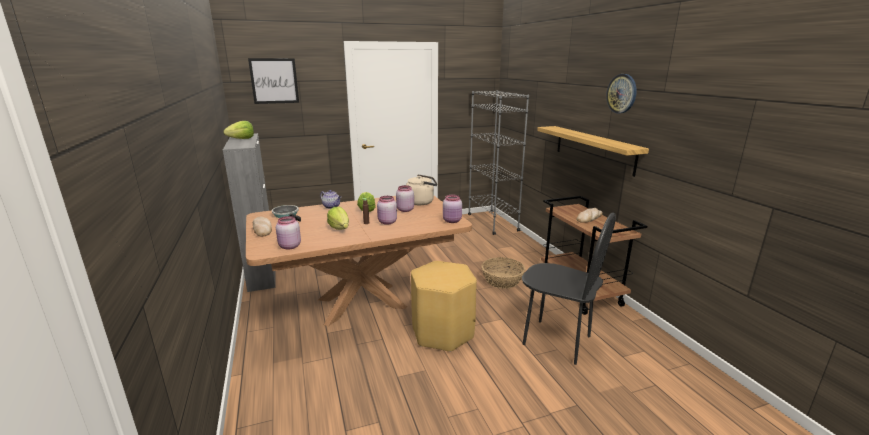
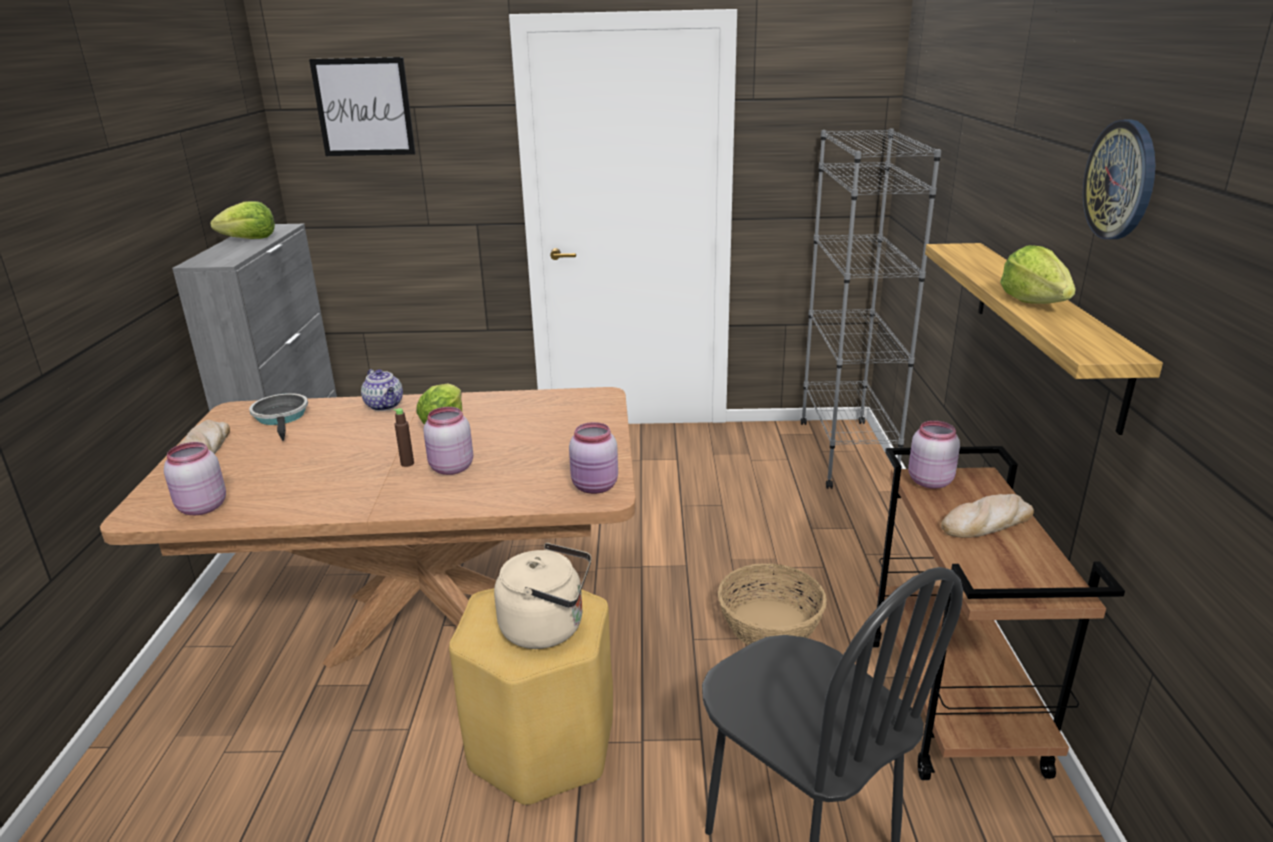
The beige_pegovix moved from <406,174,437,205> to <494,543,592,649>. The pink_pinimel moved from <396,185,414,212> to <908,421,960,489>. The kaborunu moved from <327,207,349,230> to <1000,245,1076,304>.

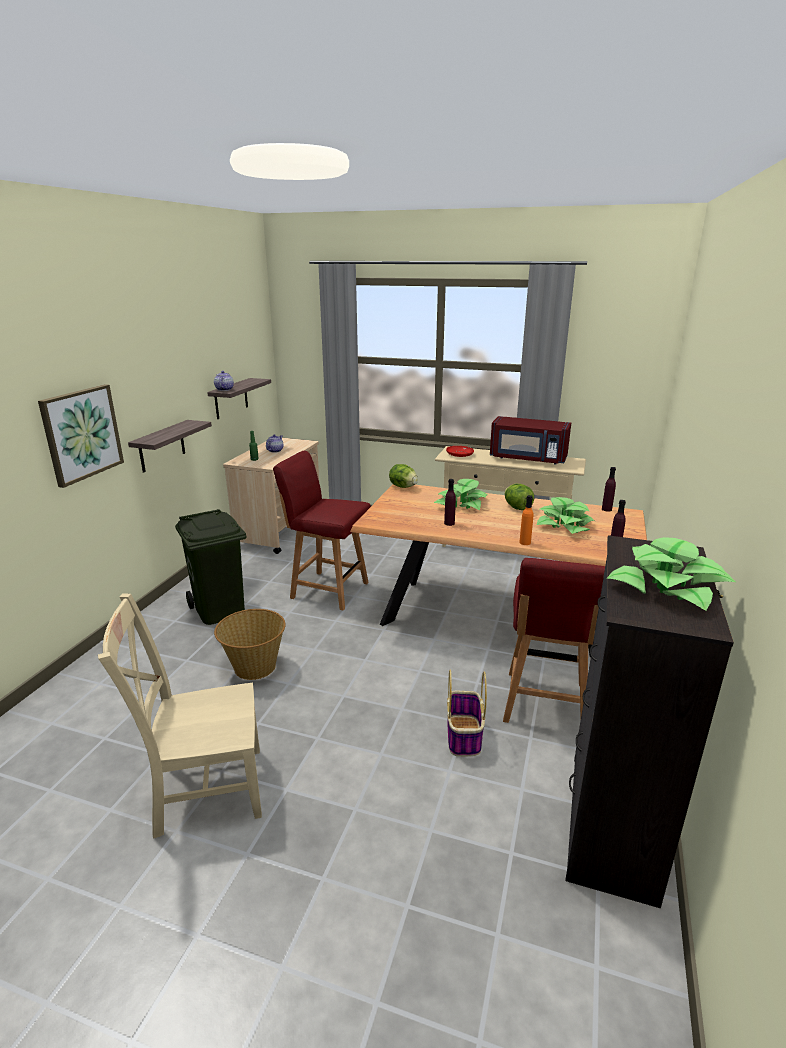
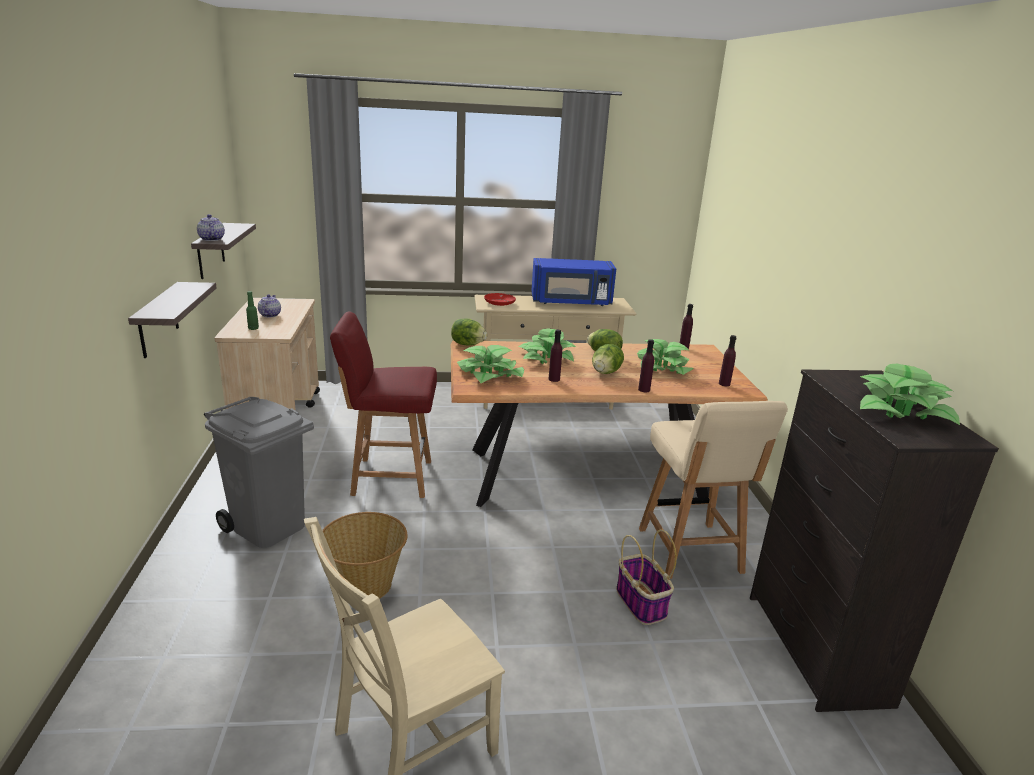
The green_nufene at <175,509,247,625> became the grey_nufene at <204,397,314,548>. The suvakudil at <457,345,524,383> appeared. The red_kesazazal at <490,416,571,465> became the blue_kesazazal at <532,258,616,306>. The kaborunu at <592,344,624,374> appeared. The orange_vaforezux at <519,495,534,545> became the purple_vaforezux at <638,339,654,392>. The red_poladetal at <503,558,605,723> became the beige_poladetal at <639,401,788,579>. The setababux at <38,384,124,488> disappeared.

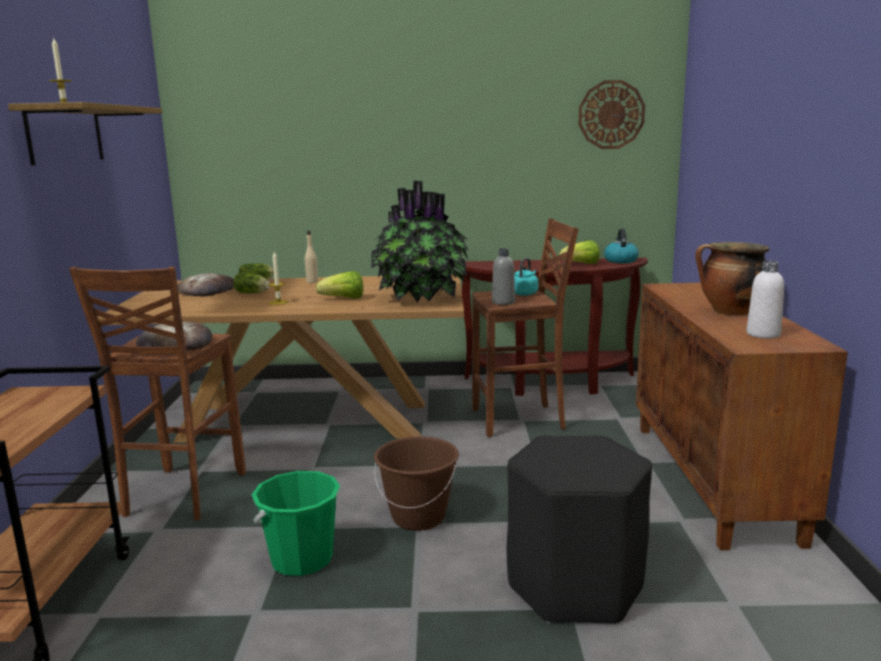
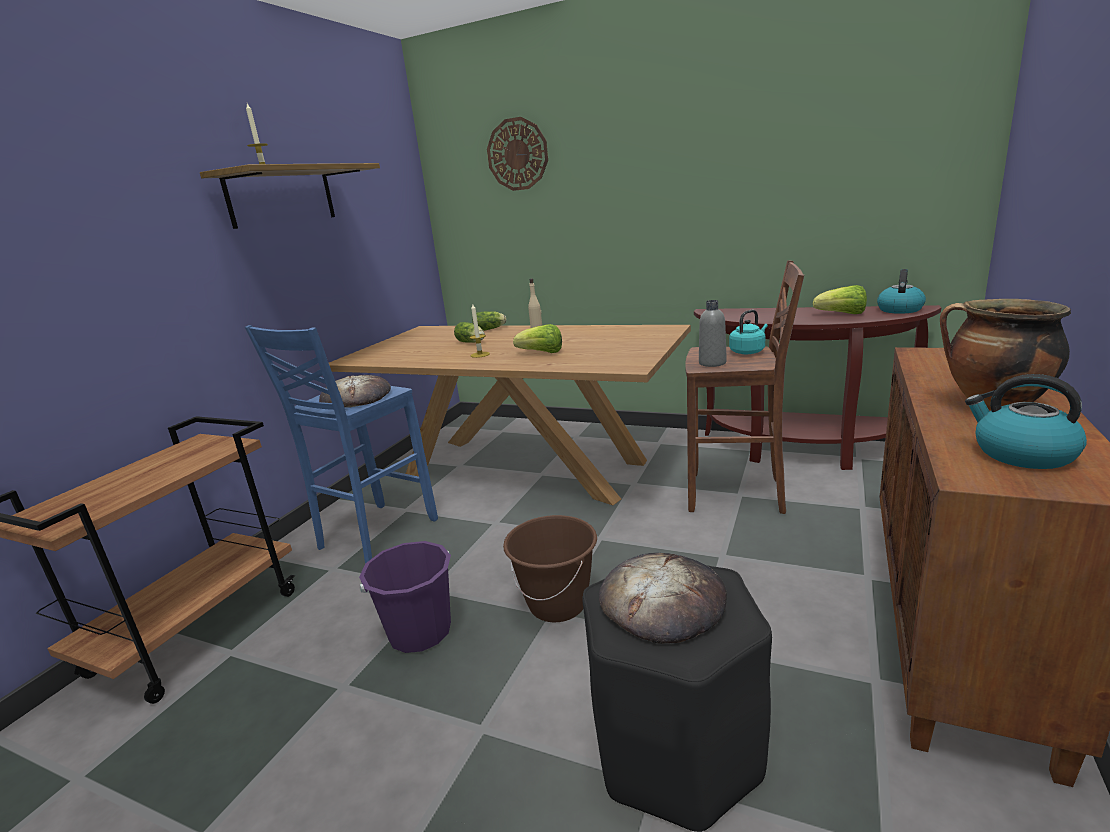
The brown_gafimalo at <69,267,246,520> became the blue_gafimalo at <245,325,438,564>. The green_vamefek at <252,471,340,576> became the purple_vamefek at <359,541,451,653>. The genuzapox moved from <578,80,645,149> to <487,117,548,191>. The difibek moved from <178,273,234,296> to <599,553,727,644>. The white_vaforezux at <746,261,784,339> was replaced by the pegovix at <965,374,1087,469>. The suvakudil at <371,181,469,302> disappeared.

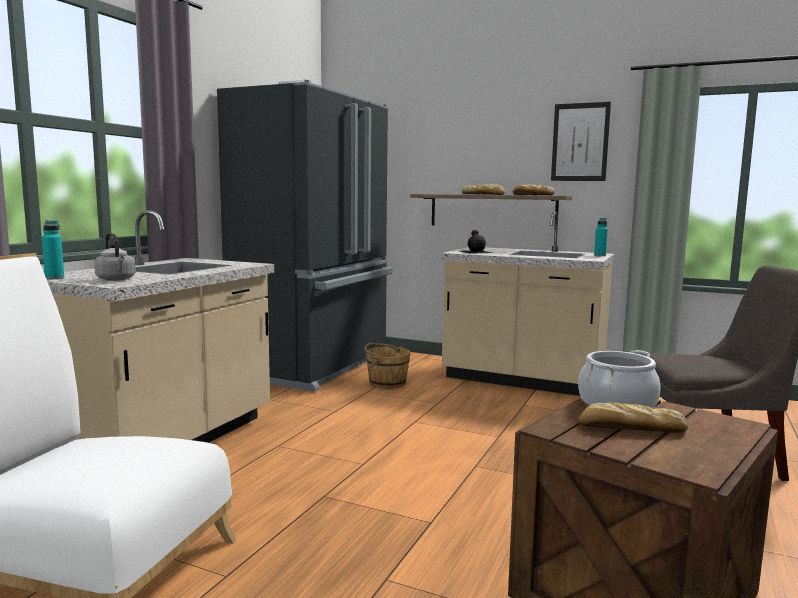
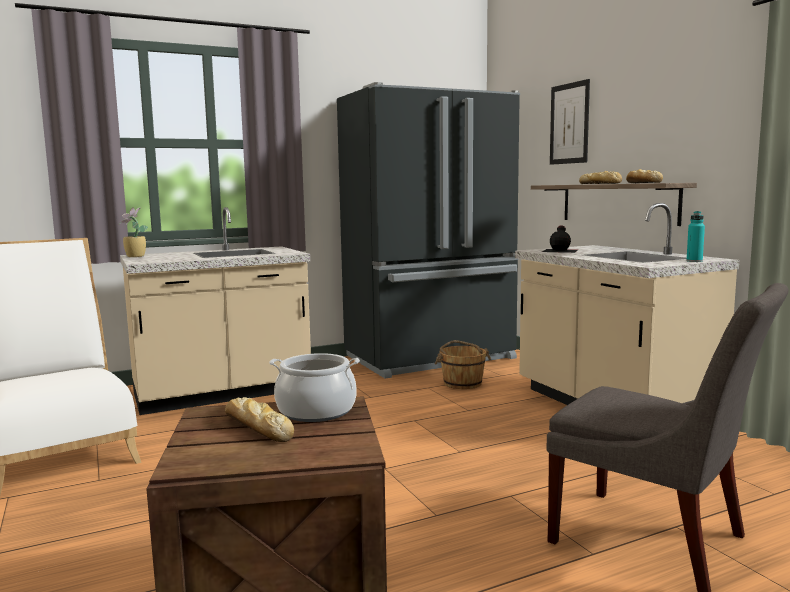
The turquoise_vaforezux at <42,220,64,279> was replaced by the suvakudil at <119,207,148,257>. The setababux moved from <551,102,611,181> to <550,79,590,165>. The grey_pegovix at <94,233,136,281> disappeared.

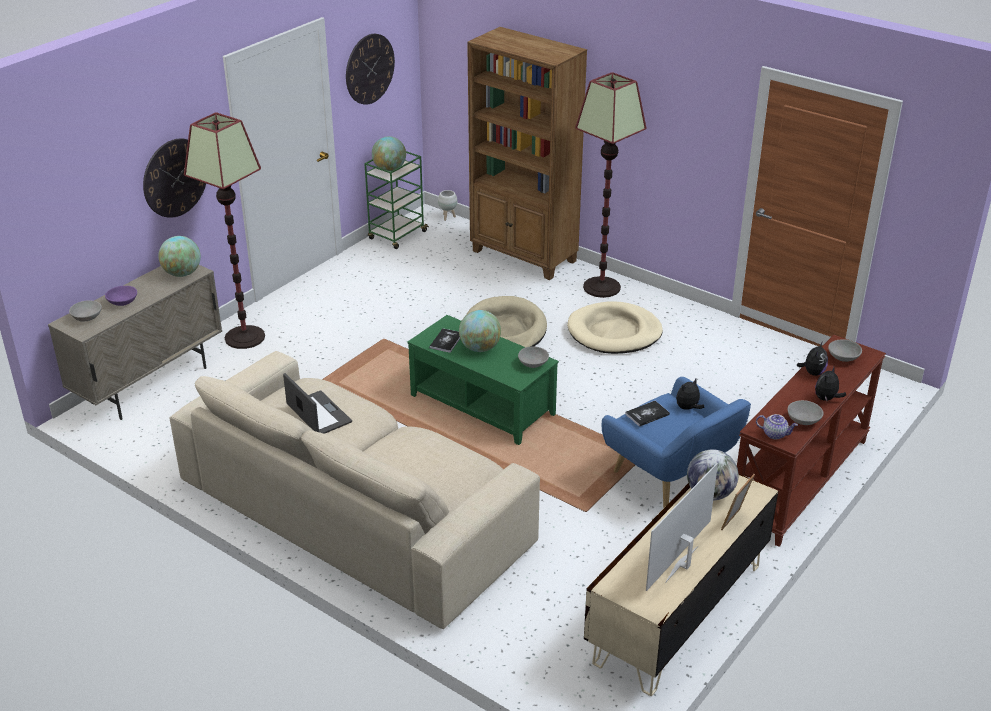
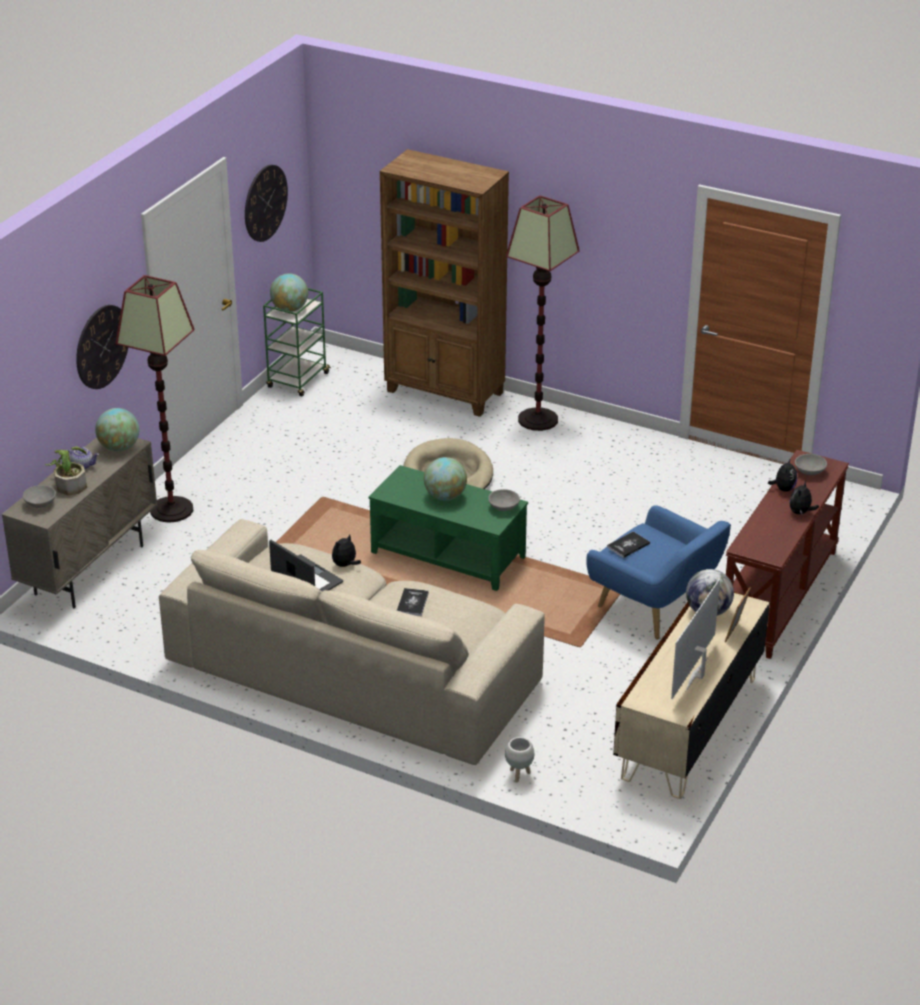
The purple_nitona at <105,286,137,306> was replaced by the suvakudil at <45,447,87,495>. The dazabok moved from <756,414,798,439> to <67,447,99,469>. The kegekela moved from <676,379,704,410> to <332,534,361,567>. The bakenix moved from <429,328,460,353> to <397,588,429,616>. The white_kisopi moved from <438,190,457,221> to <505,737,534,782>. The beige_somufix at <567,301,663,354> disappeared. The grey_nitona at <787,400,824,425> disappeared.

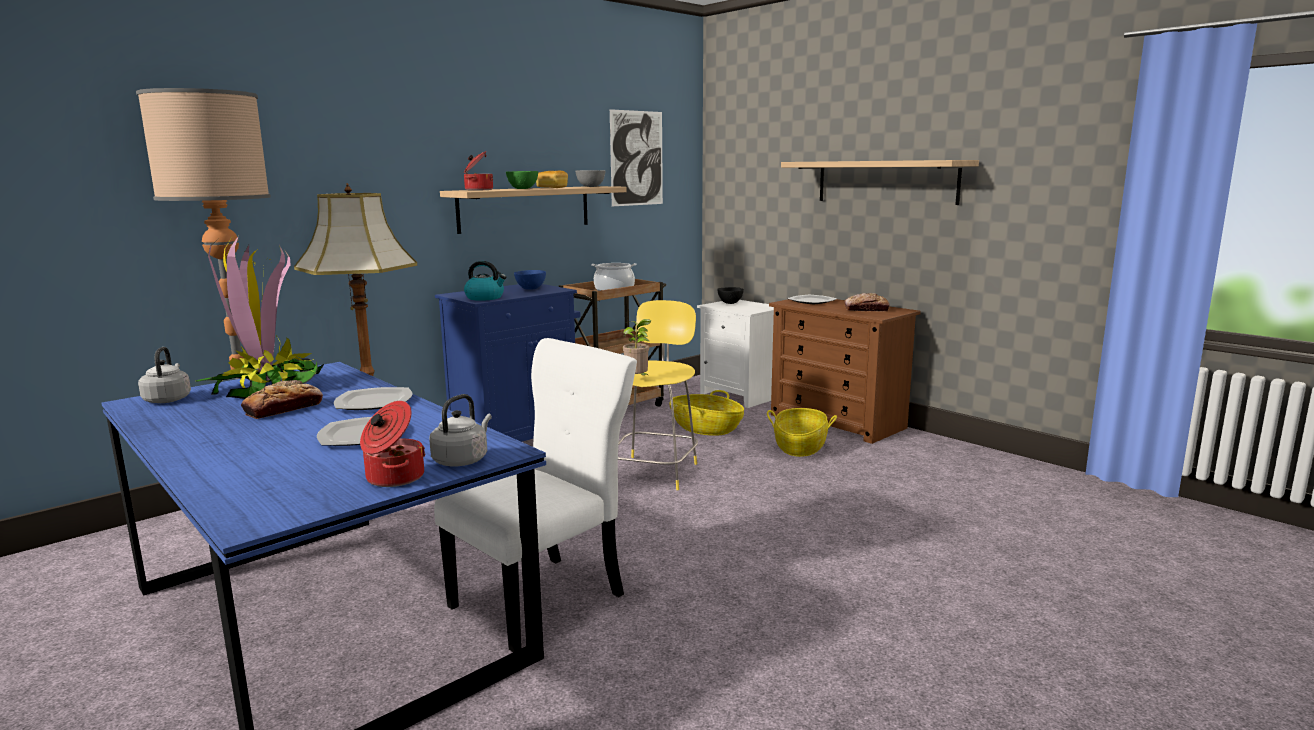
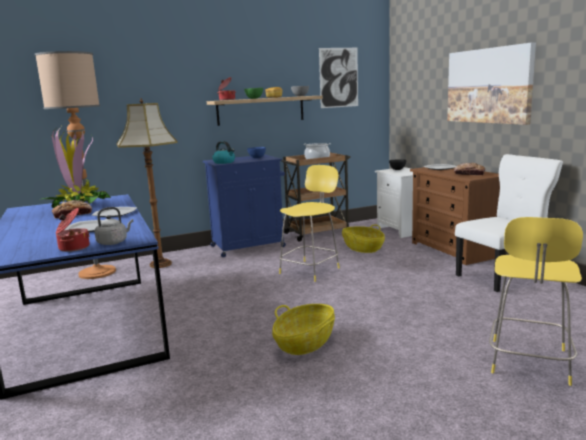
The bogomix moved from <767,408,837,457> to <272,304,335,355>. The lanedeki at <781,160,979,205> was replaced by the setababux at <447,42,536,125>. The white_poladetal moved from <434,338,637,652> to <455,154,563,292>. The yellow_gafimalo at <489,217,583,386> appeared. The grey_pegovix at <138,347,191,403> disappeared. The suvakudil at <623,319,651,376> disappeared.

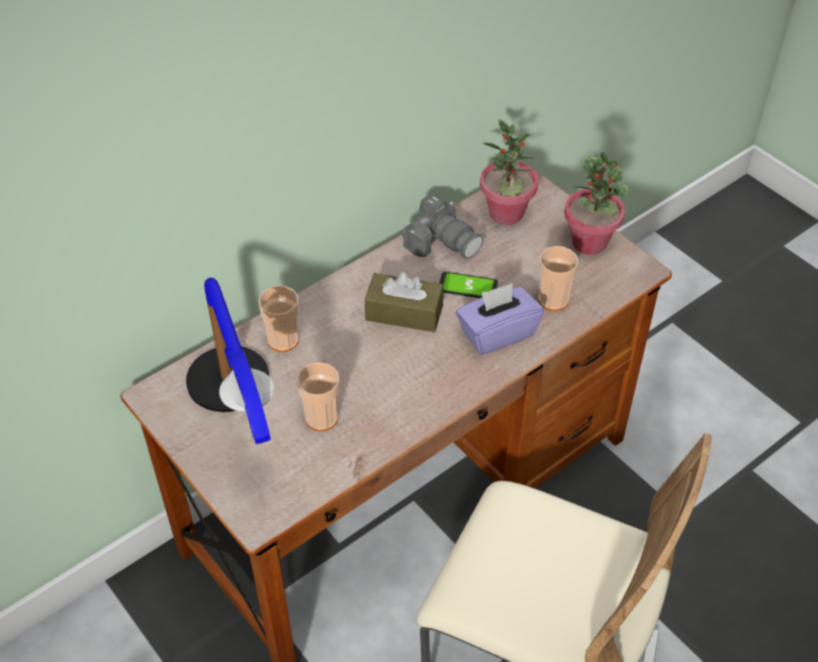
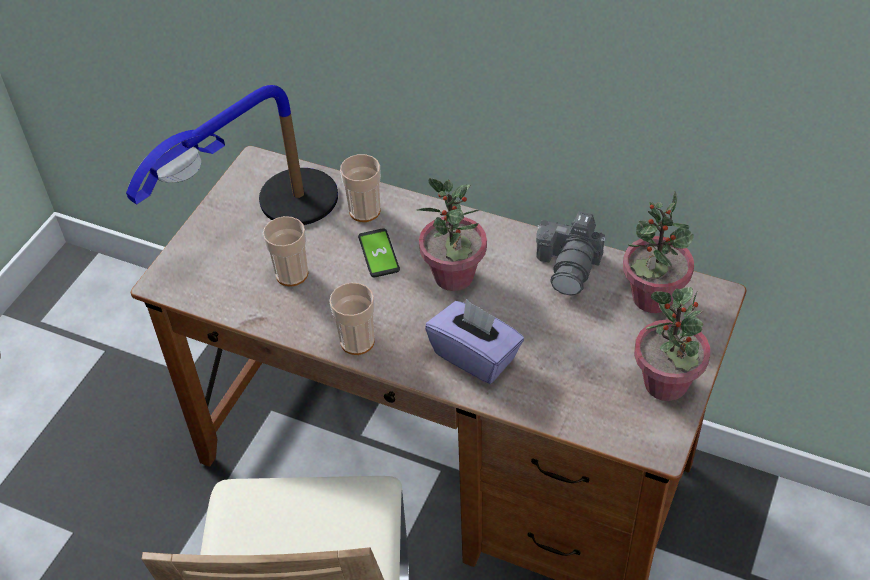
The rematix moved from <538,246,578,311> to <329,283,375,355>. The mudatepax moved from <439,272,498,298> to <358,228,400,277>. The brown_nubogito at <365,272,444,332> was replaced by the suvakudil at <417,178,487,291>.

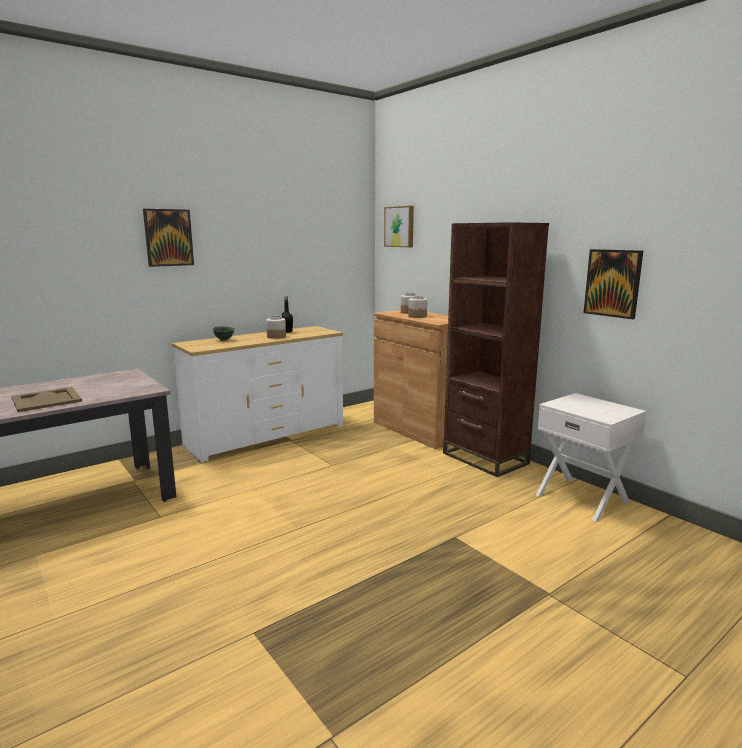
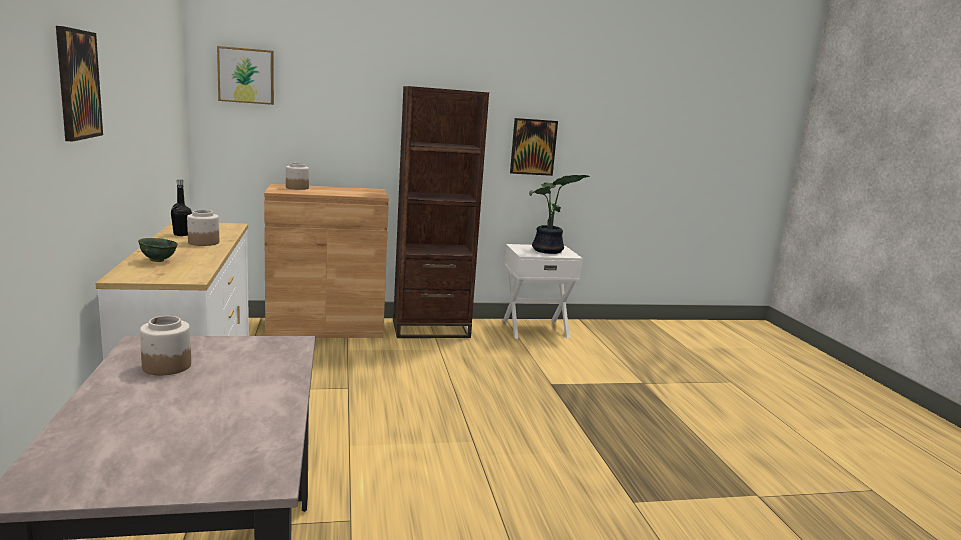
The pinimel moved from <408,296,427,318> to <140,316,191,375>. The suvakudil at <529,175,590,254> appeared. The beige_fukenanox at <12,387,82,412> disappeared.

